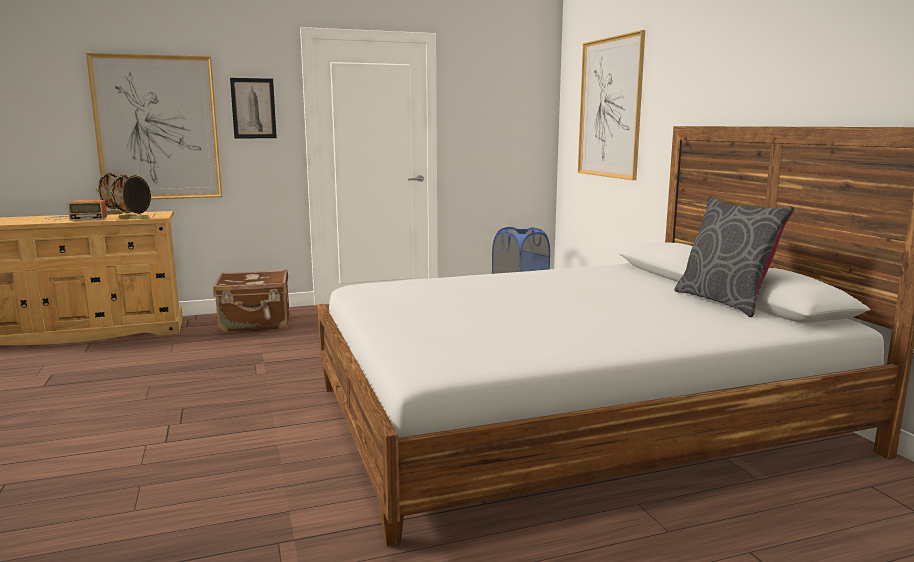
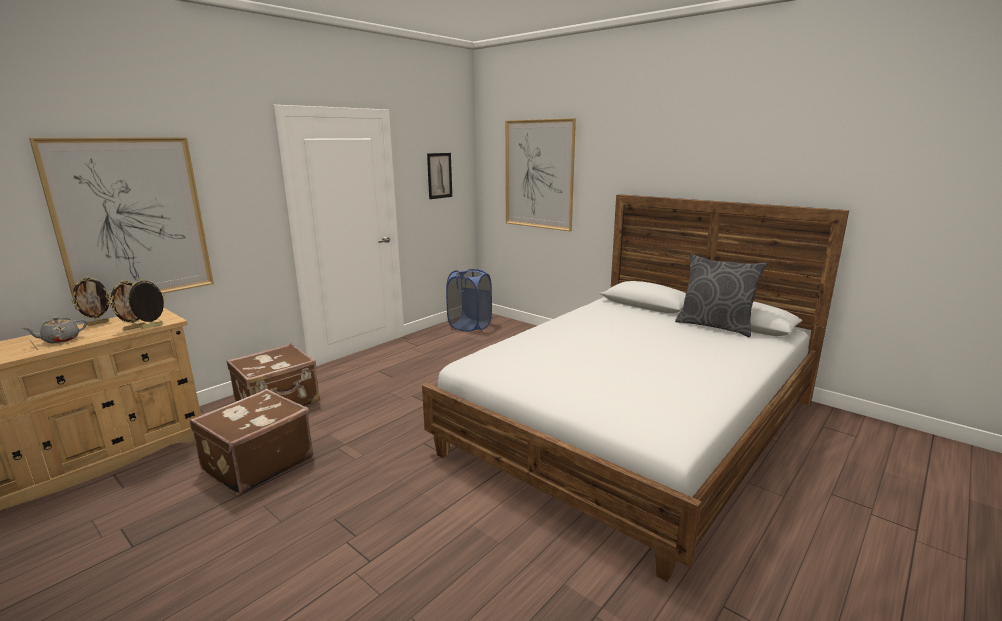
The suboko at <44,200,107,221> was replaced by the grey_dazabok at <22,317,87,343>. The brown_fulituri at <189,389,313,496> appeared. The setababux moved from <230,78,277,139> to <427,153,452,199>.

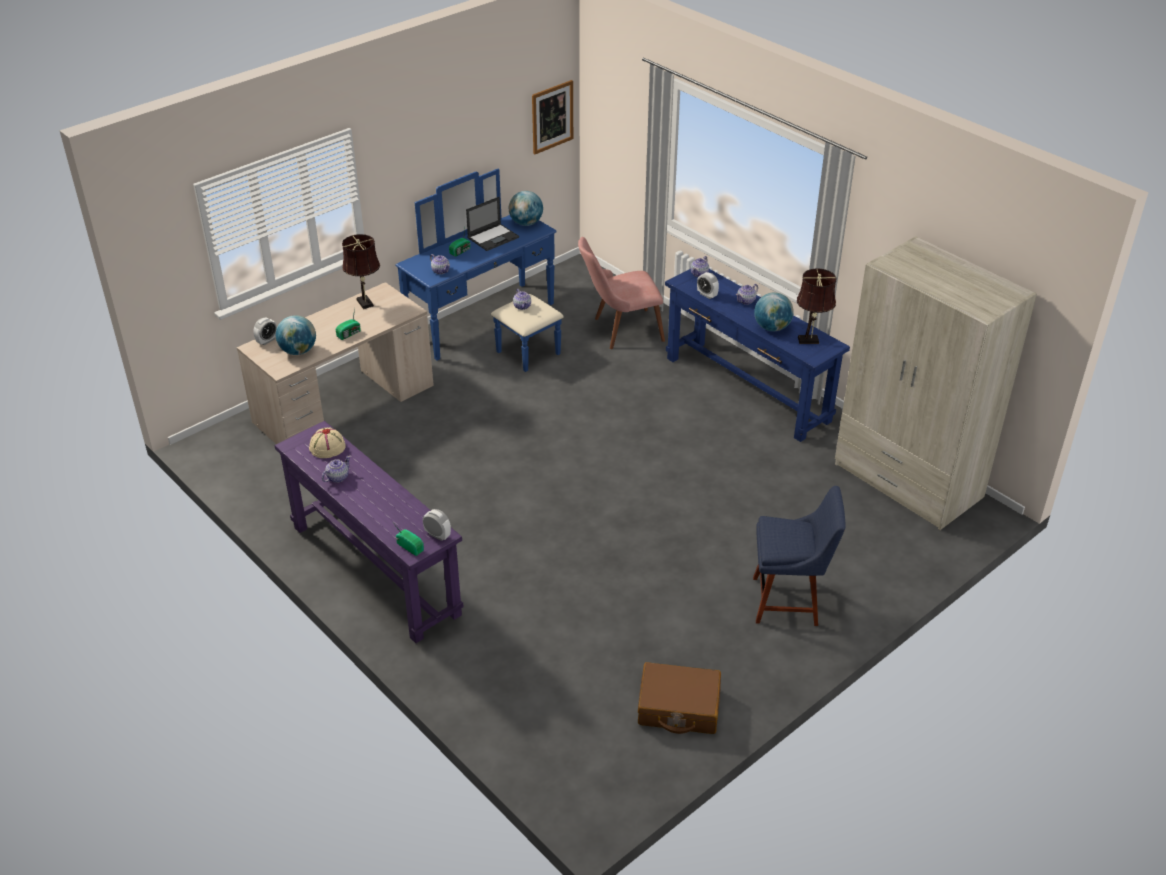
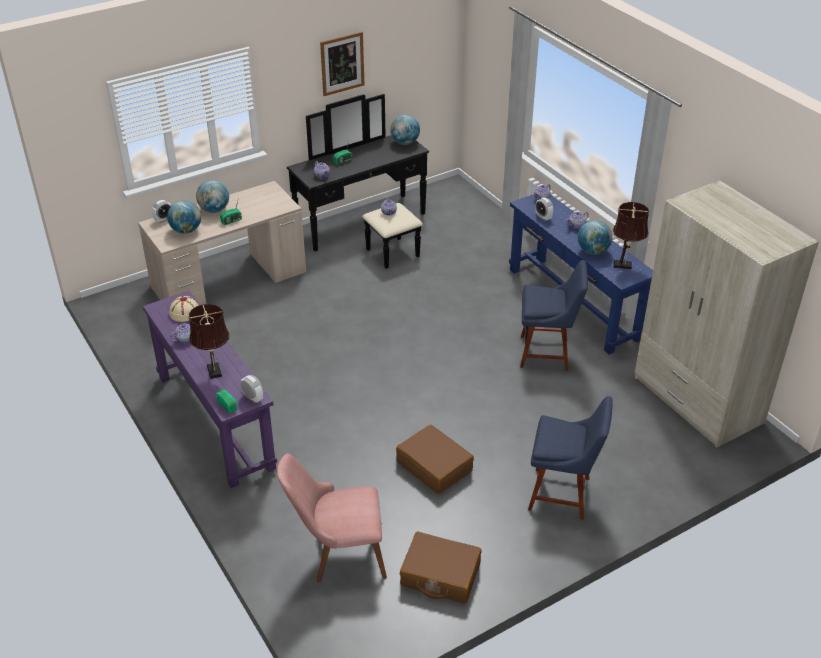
The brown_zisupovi moved from <342,234,380,309> to <189,304,229,379>. The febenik at <196,180,229,213> appeared. The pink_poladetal moved from <578,237,665,349> to <277,453,387,582>. The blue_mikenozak at <396,169,564,372> became the black_mikenozak at <287,94,429,269>. The setababux moved from <532,80,573,155> to <320,32,364,96>. The brown_fulituri at <396,424,474,494> appeared. The blue_poladetal at <520,260,588,371> appeared. The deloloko at <466,197,519,251> disappeared.

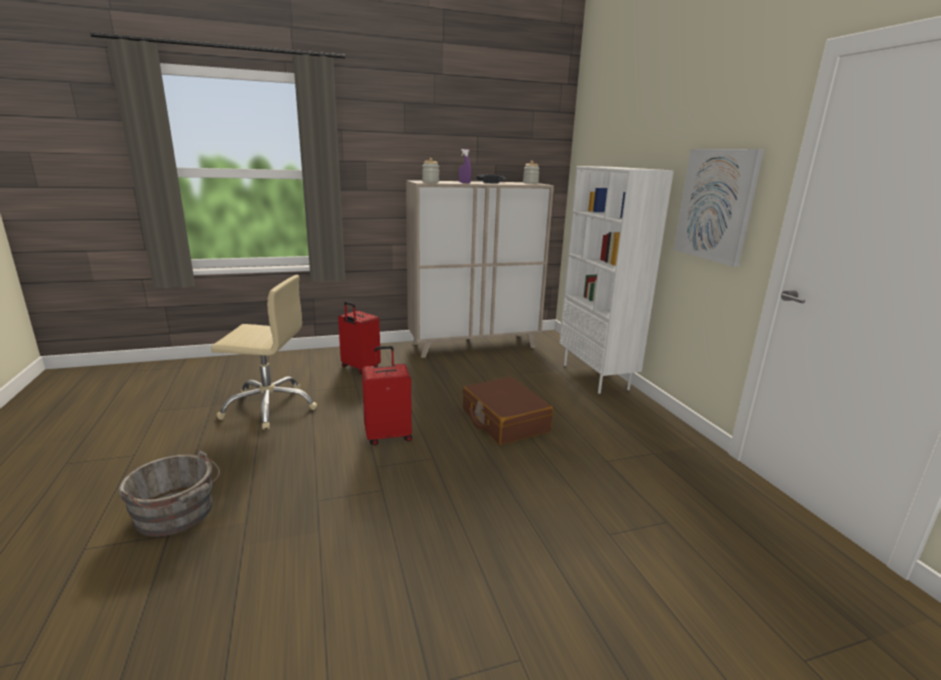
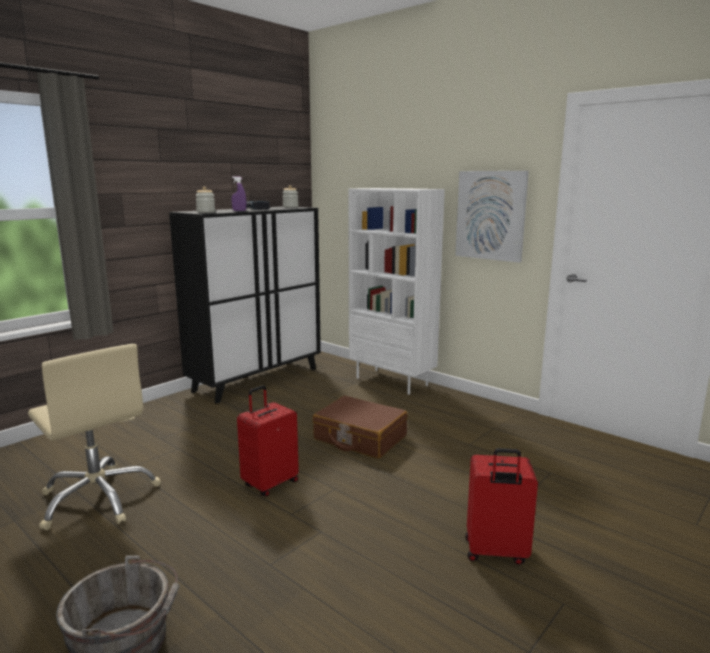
The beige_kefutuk at <211,275,317,430> turned 75 degrees clockwise. The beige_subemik at <406,180,554,358> became the black_subemik at <169,206,321,404>. The red_fulituri moved from <338,302,381,374> to <465,448,538,565>.

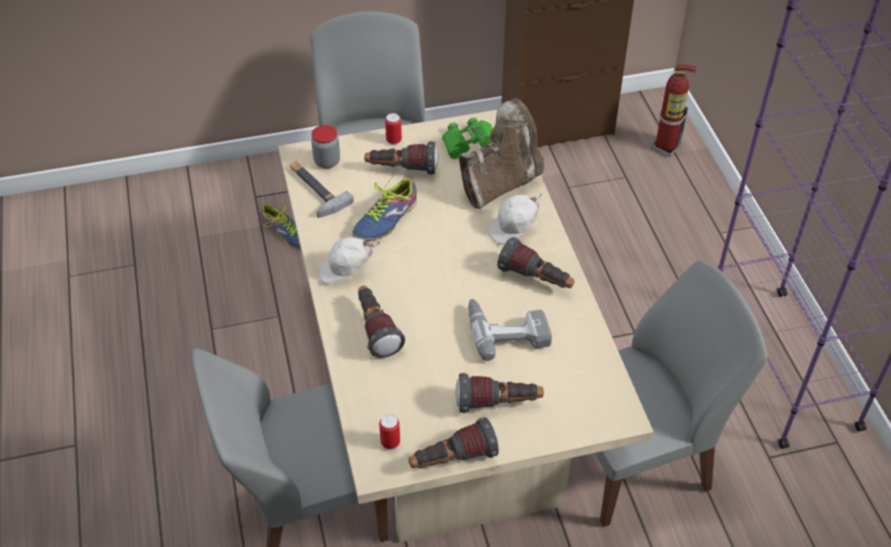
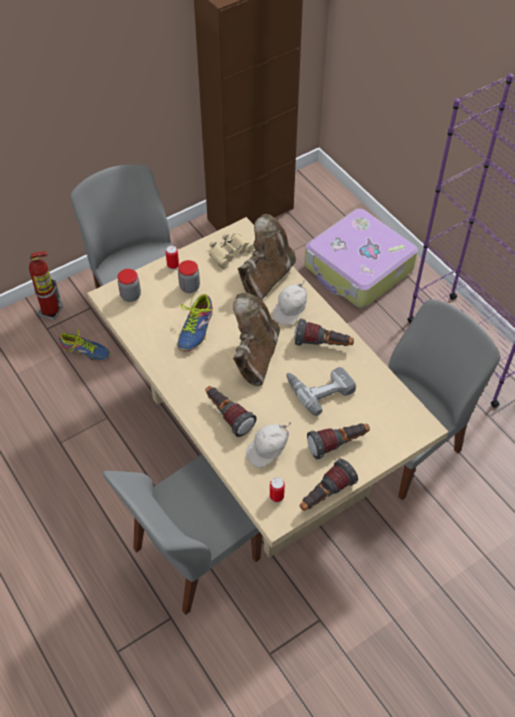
The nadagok moved from <651,65,697,157> to <29,251,63,320>. The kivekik at <364,141,439,175> was replaced by the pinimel at <178,260,200,293>. The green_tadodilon at <442,118,493,159> became the beige_tadodilon at <209,233,254,269>. The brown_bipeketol at <233,293,280,386> appeared. The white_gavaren moved from <319,237,380,284> to <246,422,291,468>. The fulituri at <304,209,418,308> appeared. The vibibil at <290,161,354,218> disappeared.

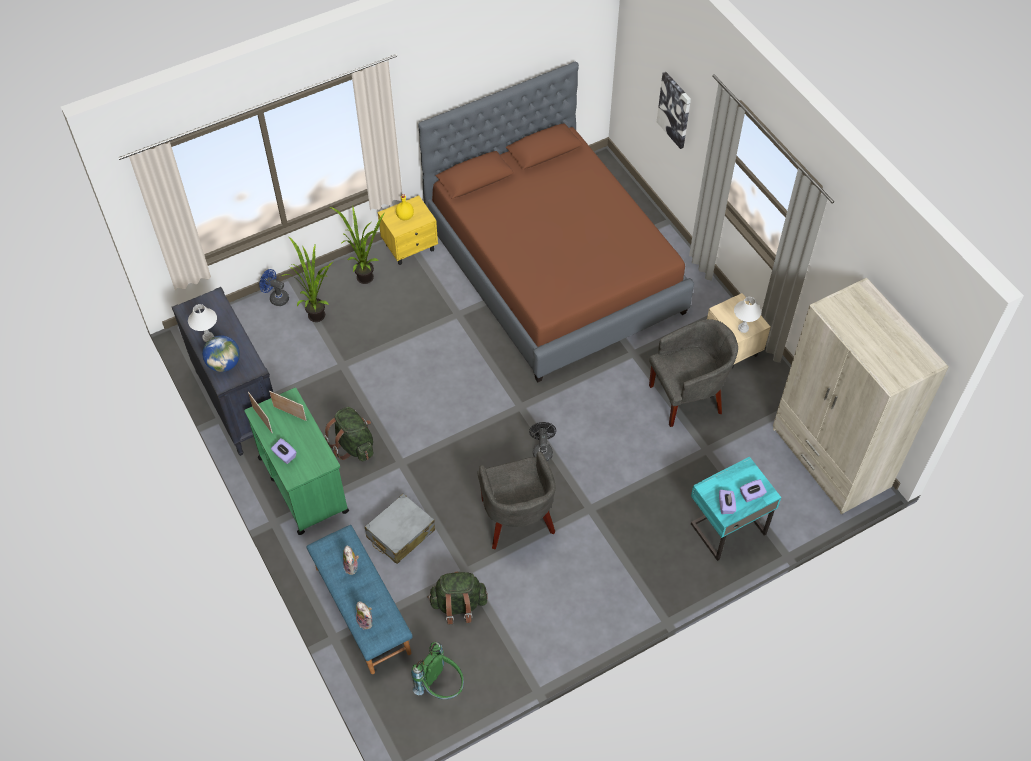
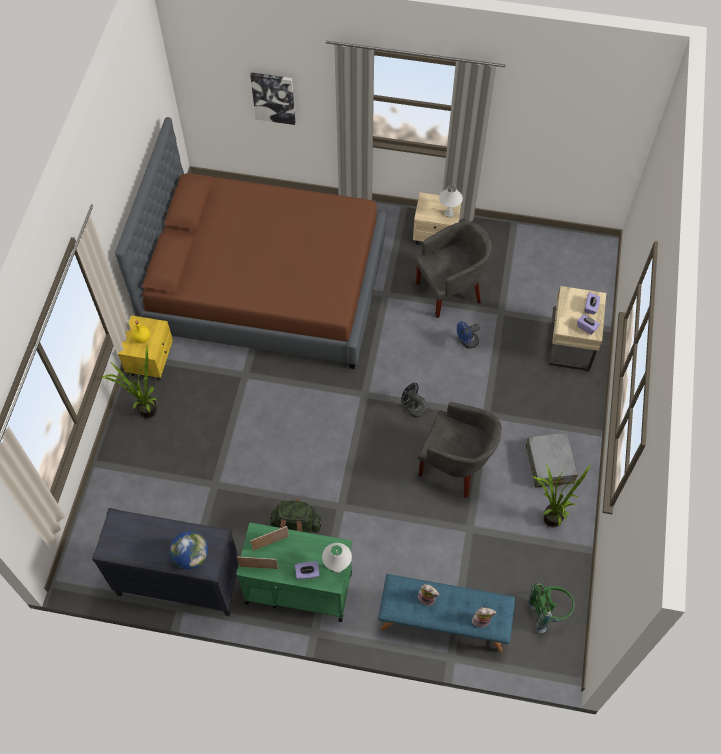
The white_zisupovi moved from <188,304,217,342> to <322,543,352,573>. The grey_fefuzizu at <649,319,738,427> turned 45 degrees clockwise. The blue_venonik moved from <259,269,289,306> to <457,321,480,349>. The grey_fulituri moved from <365,494,435,564> to <526,432,578,488>. The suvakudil moved from <282,236,333,322> to <532,464,591,527>. The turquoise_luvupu at <691,456,781,561> became the beige_luvupu at <550,286,606,371>. The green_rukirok at <428,571,488,624> disappeared. The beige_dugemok at <773,278,949,514> disappeared.

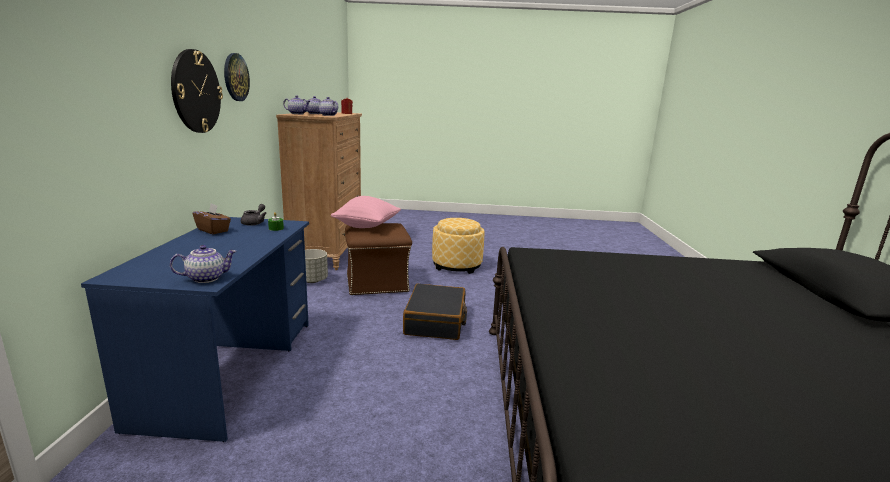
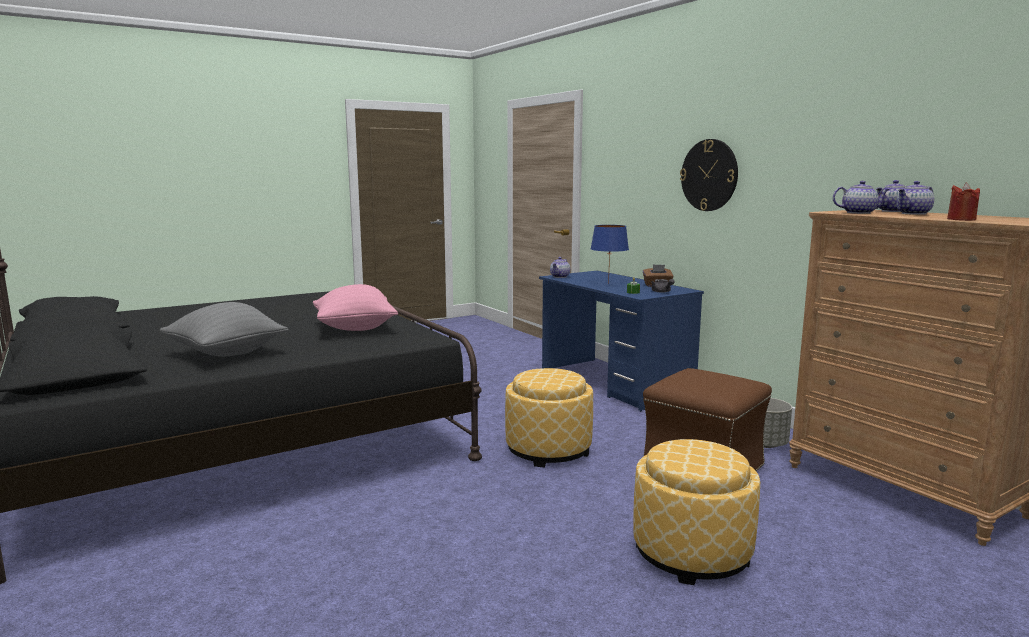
The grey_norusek at <160,302,289,356> appeared. The pink_norusek moved from <331,196,401,228> to <313,284,398,331>. The black_fulituri at <403,284,467,340> was replaced by the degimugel at <505,368,593,467>. The blue_zisupovi at <591,225,629,284> appeared. The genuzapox at <224,53,250,101> disappeared.

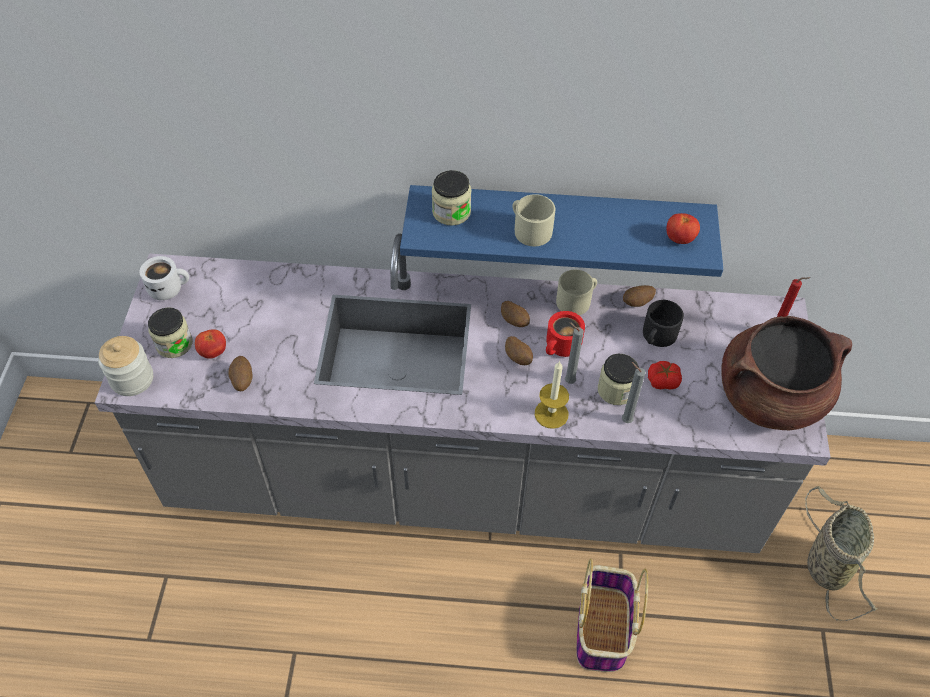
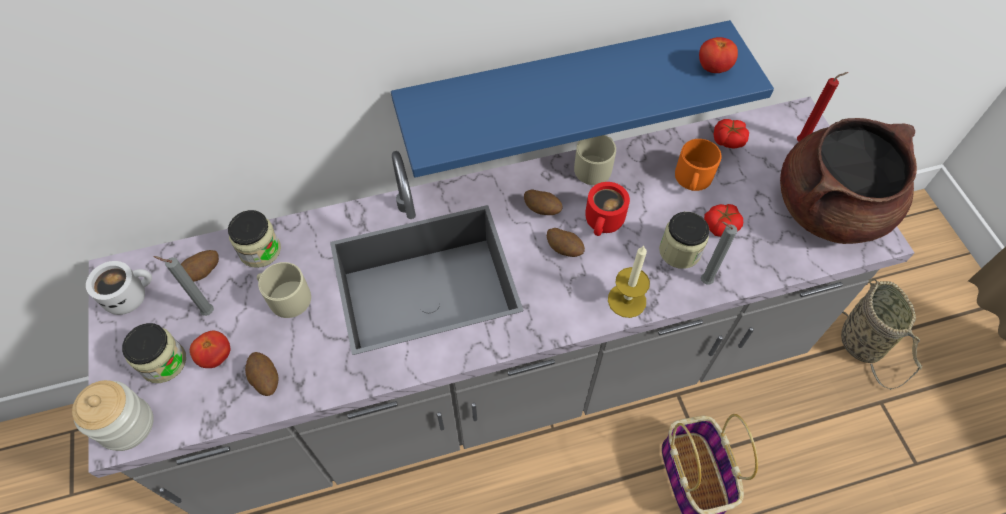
The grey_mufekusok moved from <565,322,584,384> to <153,256,214,316>. The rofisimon moved from <623,285,656,307> to <181,250,219,282>. The pinimel moved from <432,170,471,226> to <228,210,281,268>. The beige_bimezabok moved from <512,194,555,246> to <257,262,311,318>. The black_bimezabok at <643,300,684,347> became the orange_bimezabok at <675,139,722,191>. The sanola at <713,119,749,149> appeared.

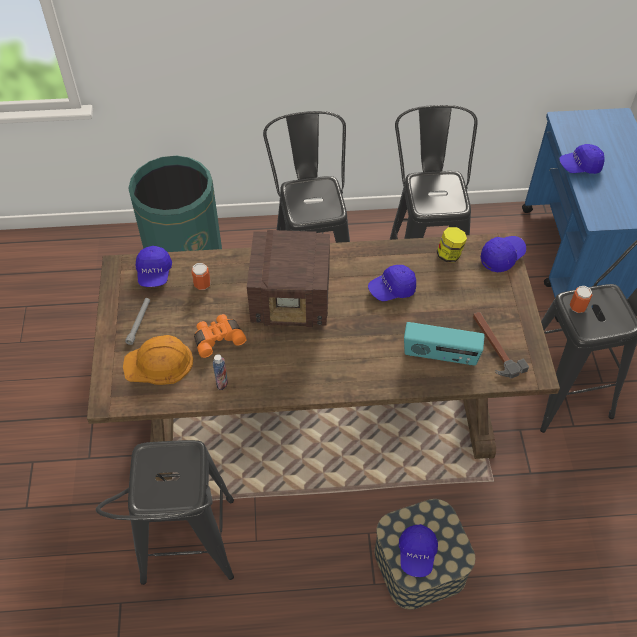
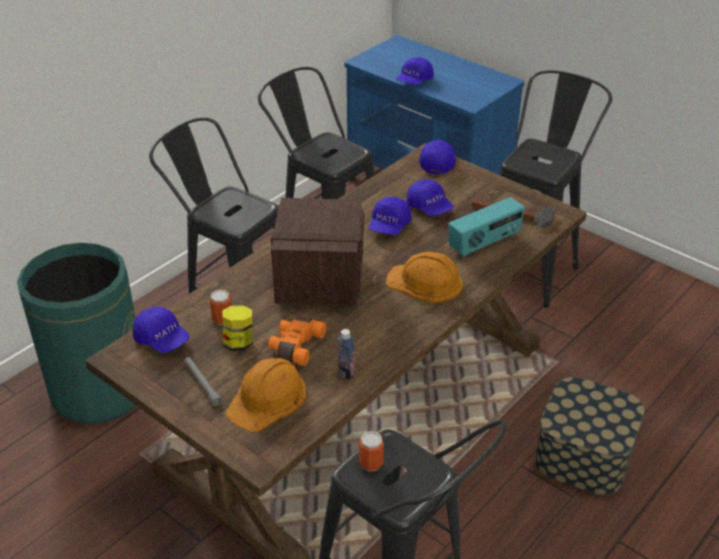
The pinimel moved from <437,227,467,262> to <223,305,252,351>. The suboko at <247,230,330,327> turned 45 degrees counterclockwise. The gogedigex moved from <570,286,593,313> to <359,431,384,472>. The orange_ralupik at <386,252,463,303> appeared. The blue_gavaren moved from <399,524,438,577> to <406,179,454,216>.

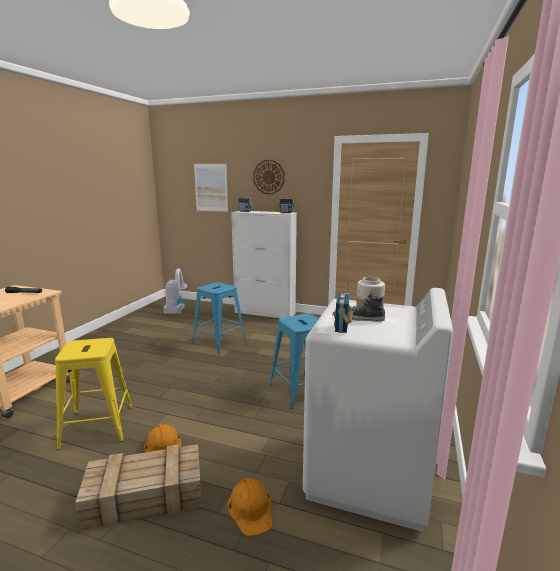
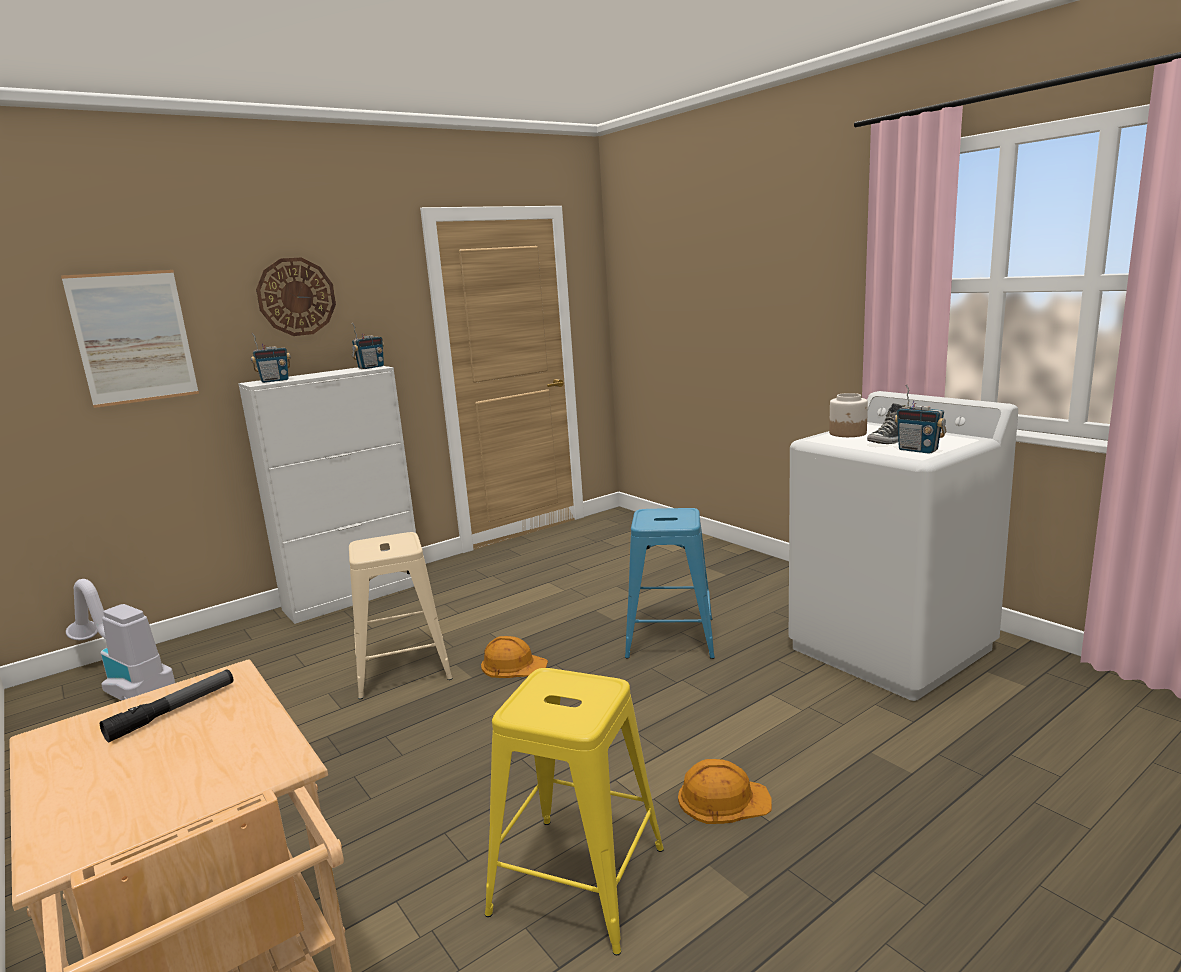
The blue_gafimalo at <192,282,246,353> became the beige_gafimalo at <349,532,452,699>. The orange_ralupik moved from <227,478,272,536> to <481,636,548,678>. The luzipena at <75,444,202,530> disappeared.

